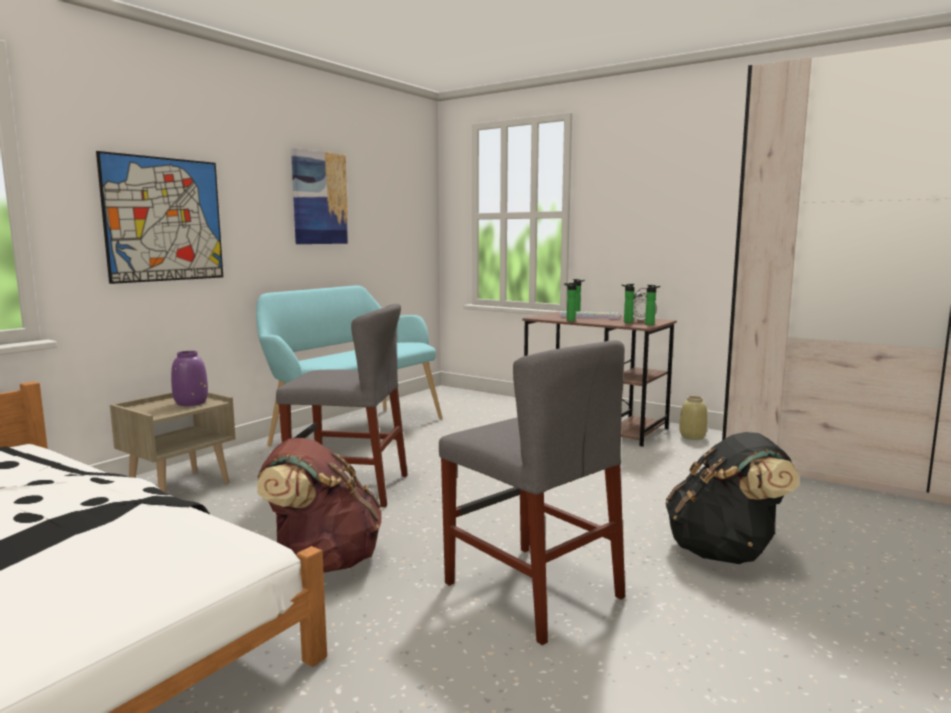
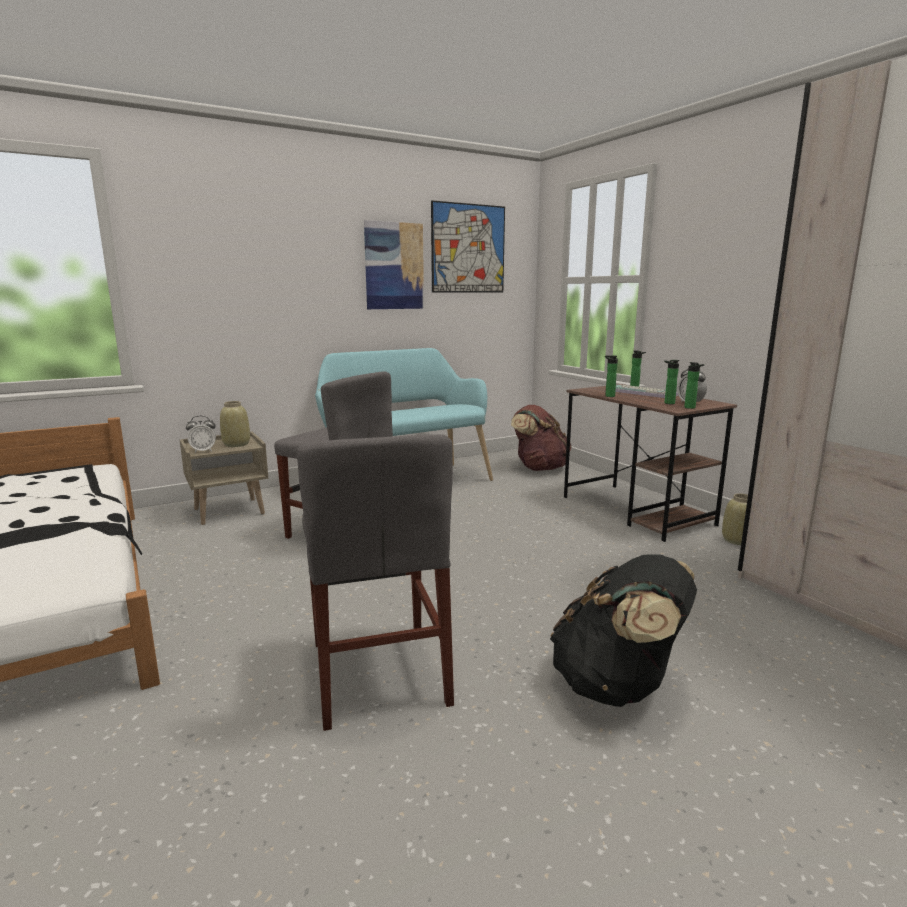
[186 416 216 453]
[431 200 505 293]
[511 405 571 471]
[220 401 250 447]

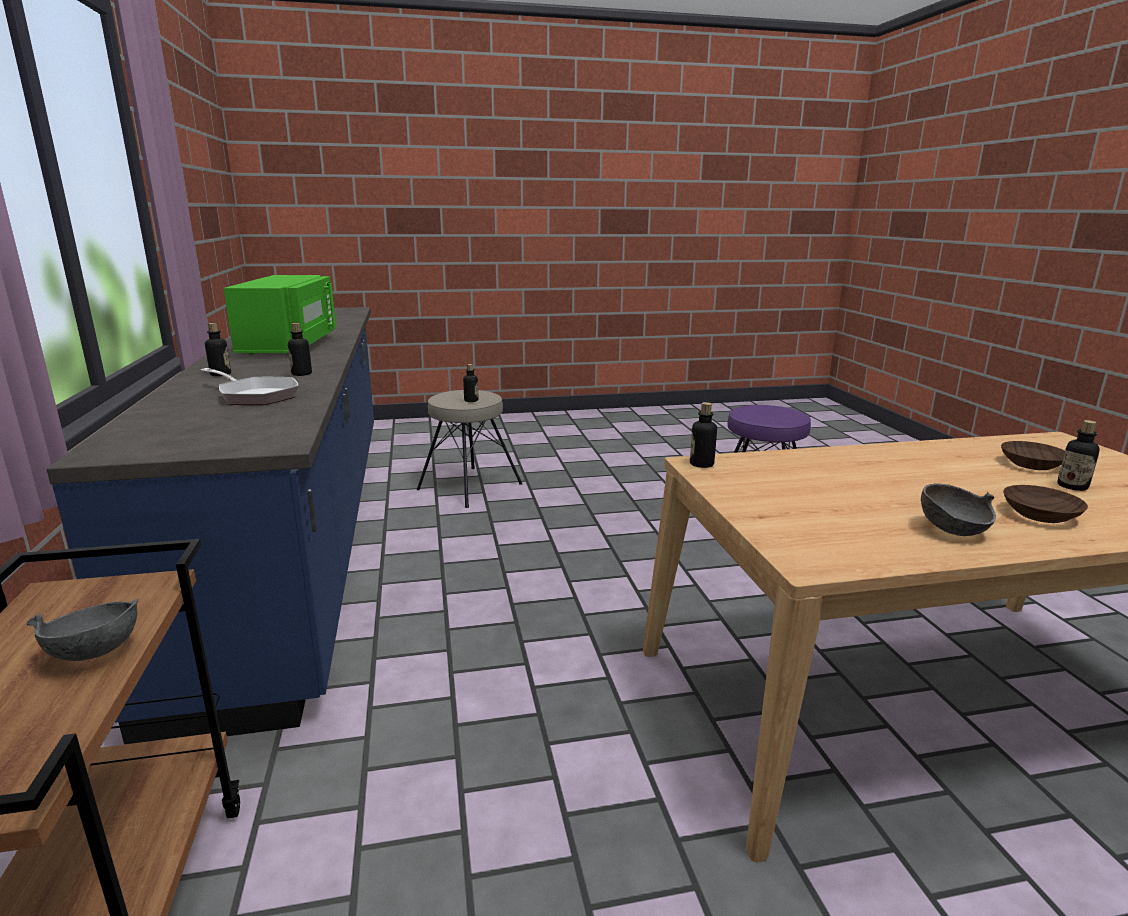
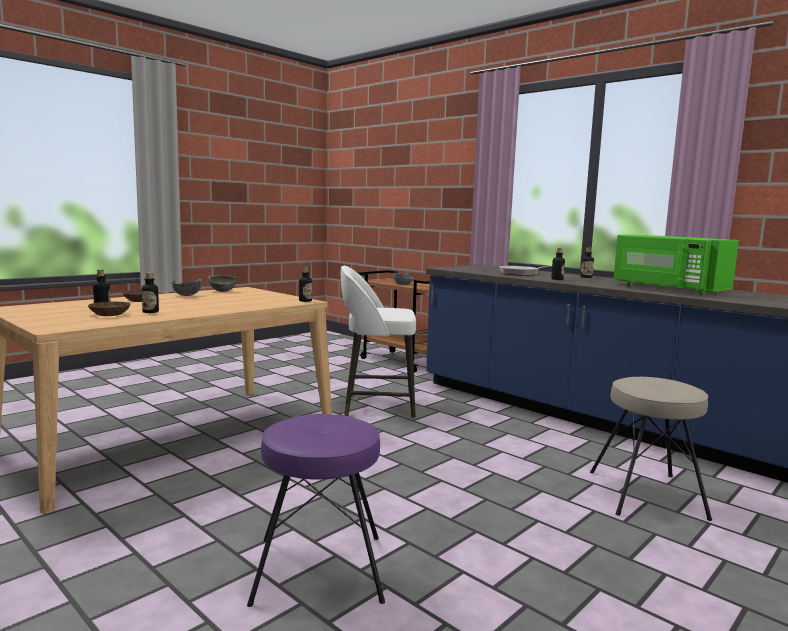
[208 275 238 292]
[341 266 416 418]
[141 272 159 313]

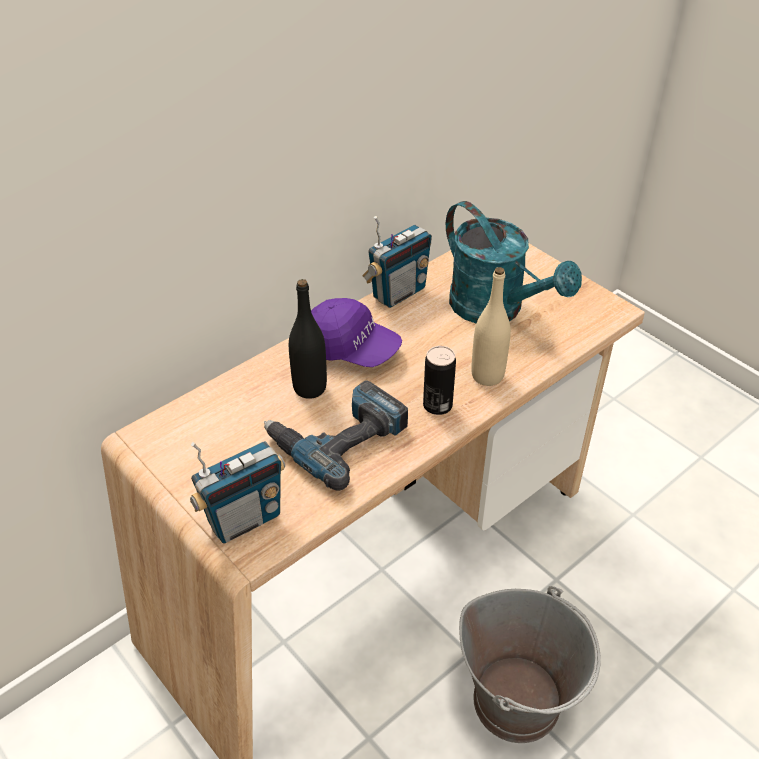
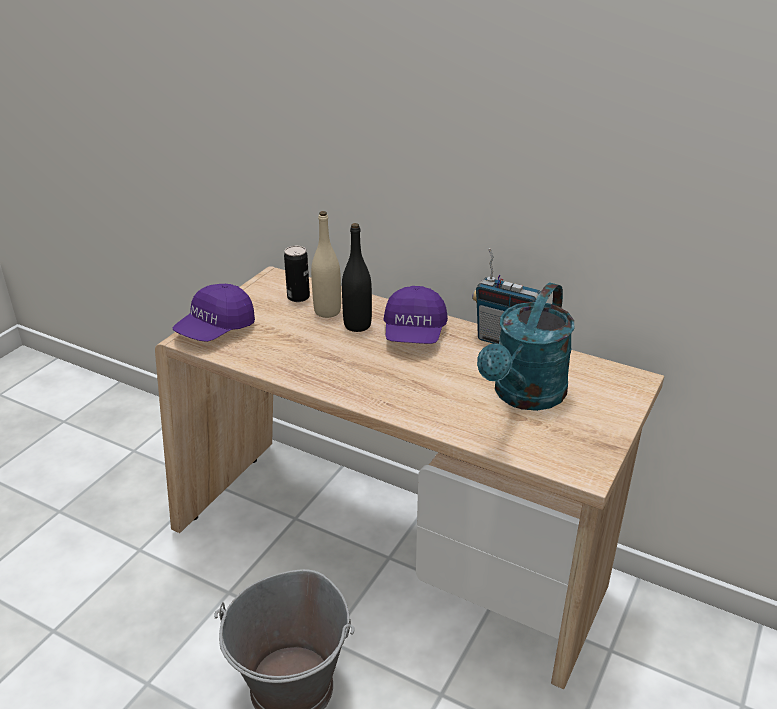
[264 380 408 491] (first image)
[284 246 310 302]
[311 211 341 318]
[172 284 255 342]

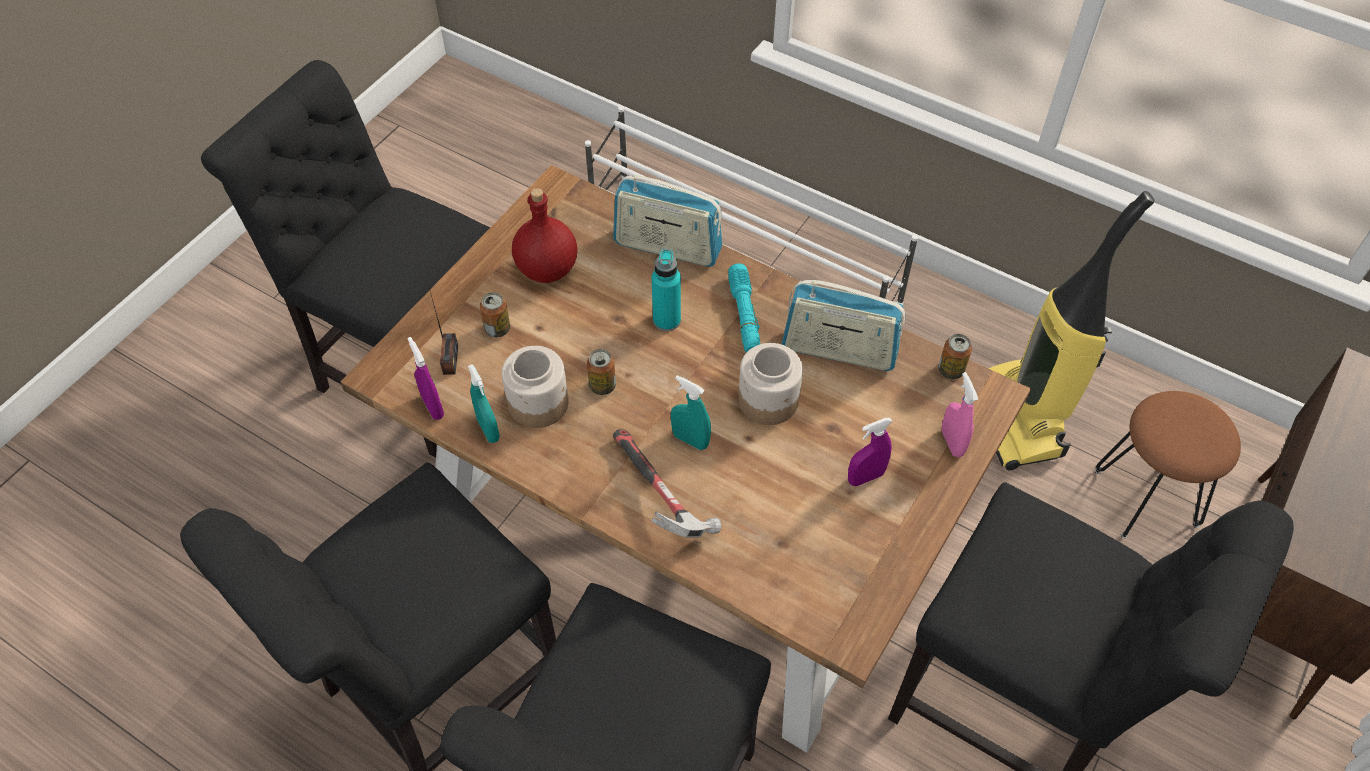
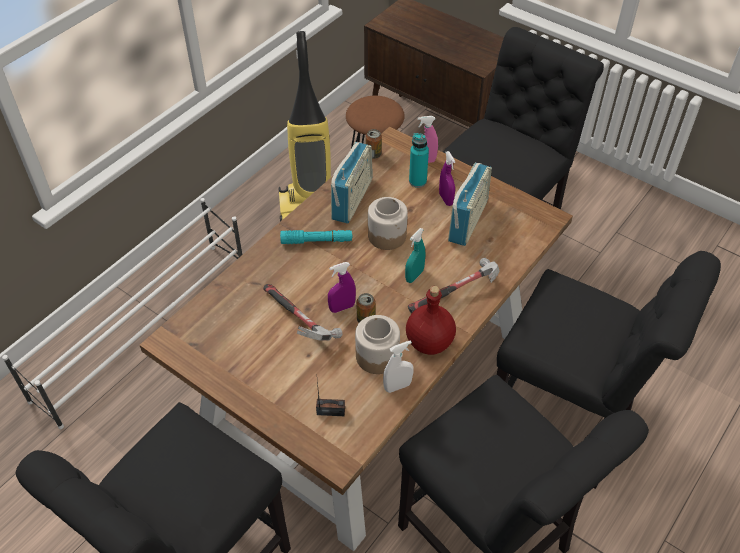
[480 292 510 337] (first image)
[263 284 342 341]
[328 262 356 313]
[406 286 456 355]
[448 163 492 246]
[409 133 429 188]
[383 340 413 393]

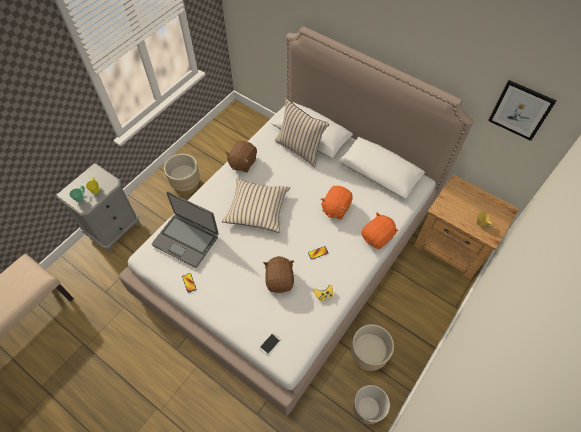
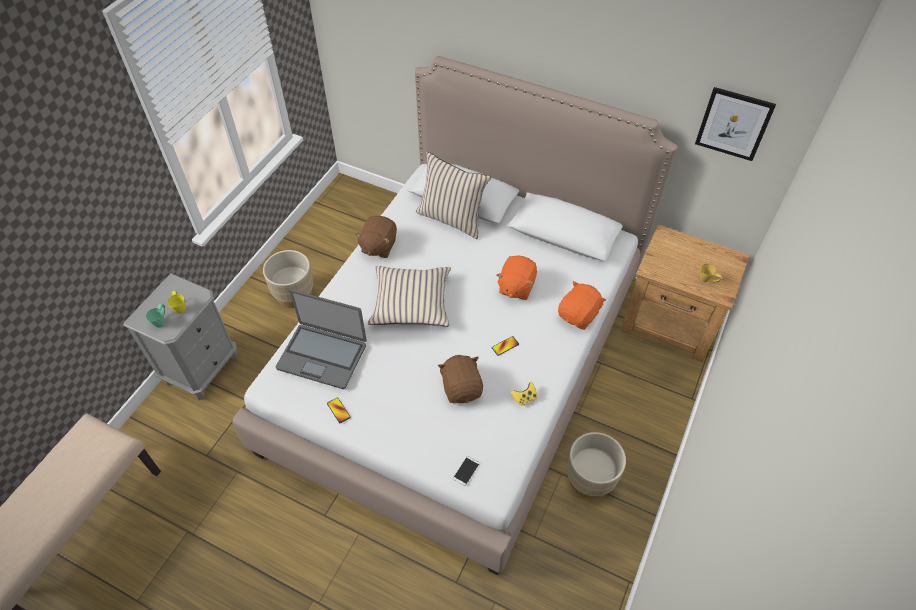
[353 385 390 425] (first image)

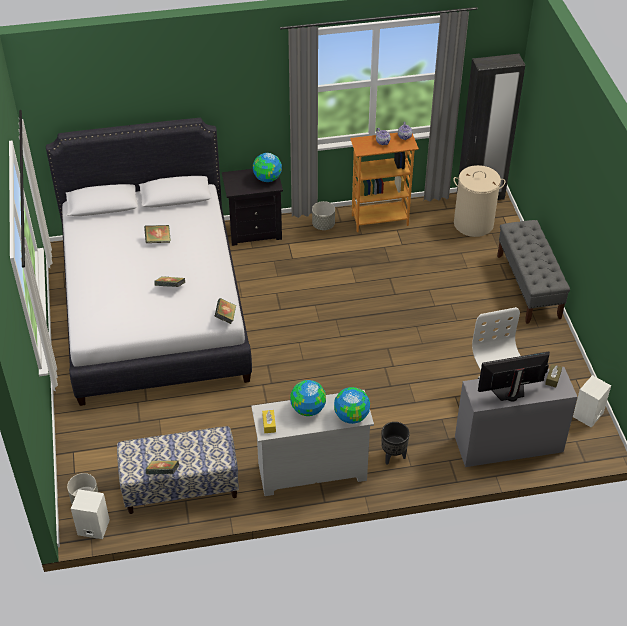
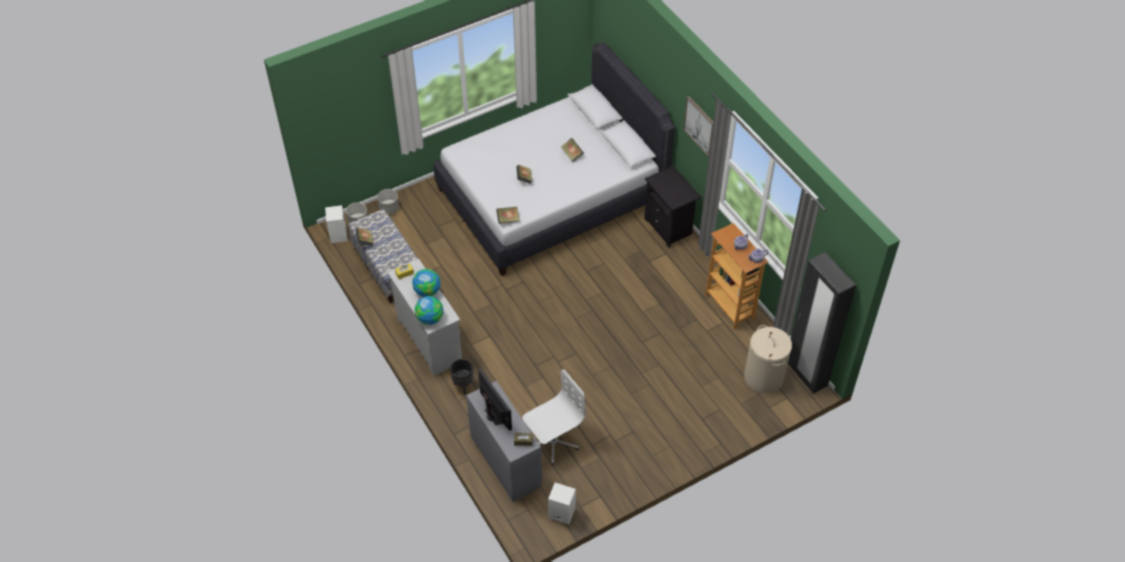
[253 153 282 182] (first image)
[497 220 570 324] (first image)
[683 96 713 157]
[377 189 399 215]

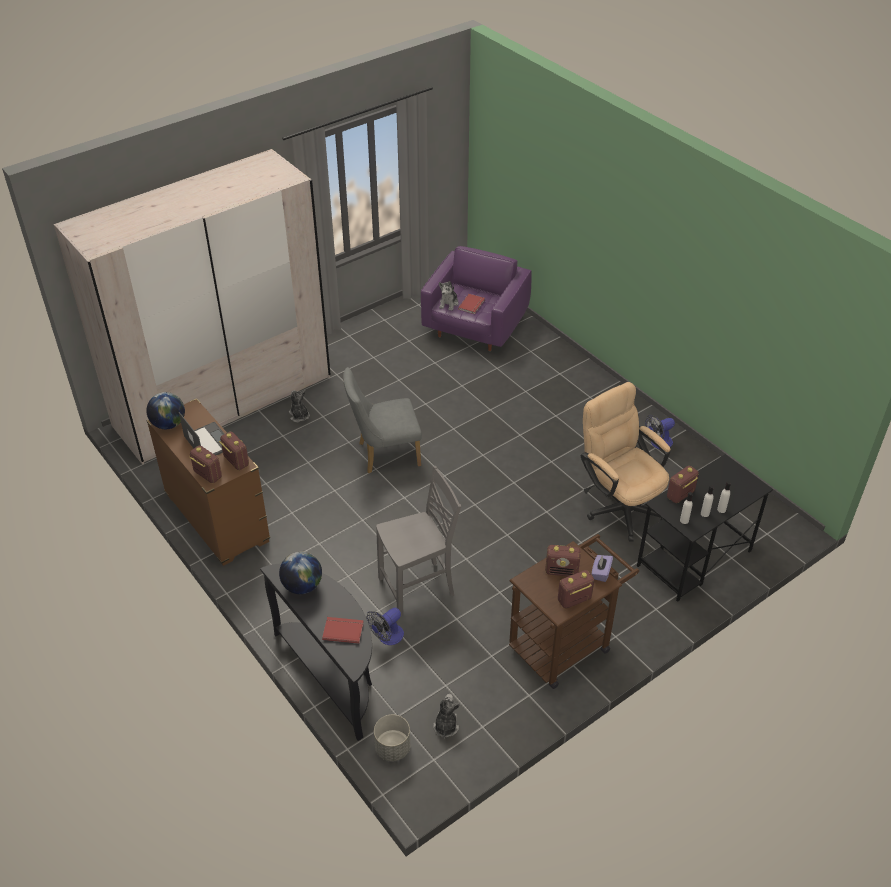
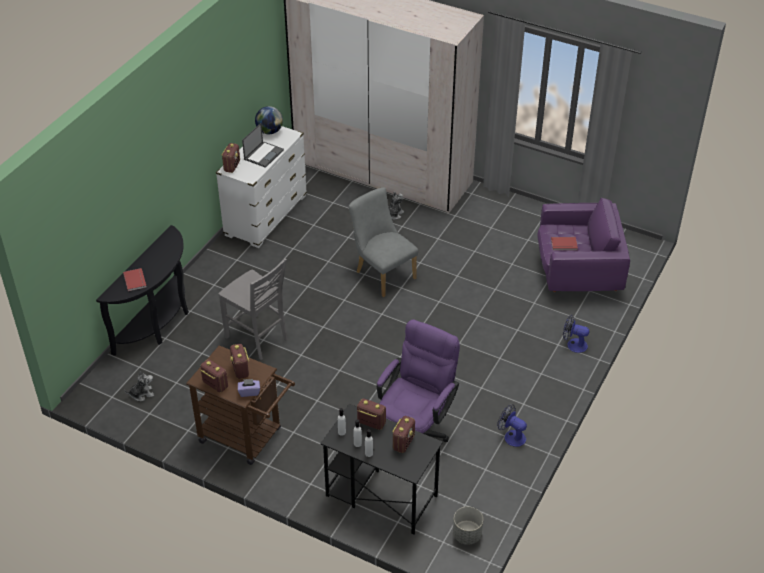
[279 551 322 594] (first image)
[439 281 458 311] (first image)
[392 416 415 453]
[563 315 589 353]
[453 507 483 545]
[216 126 307 248]
[377 319 460 442]

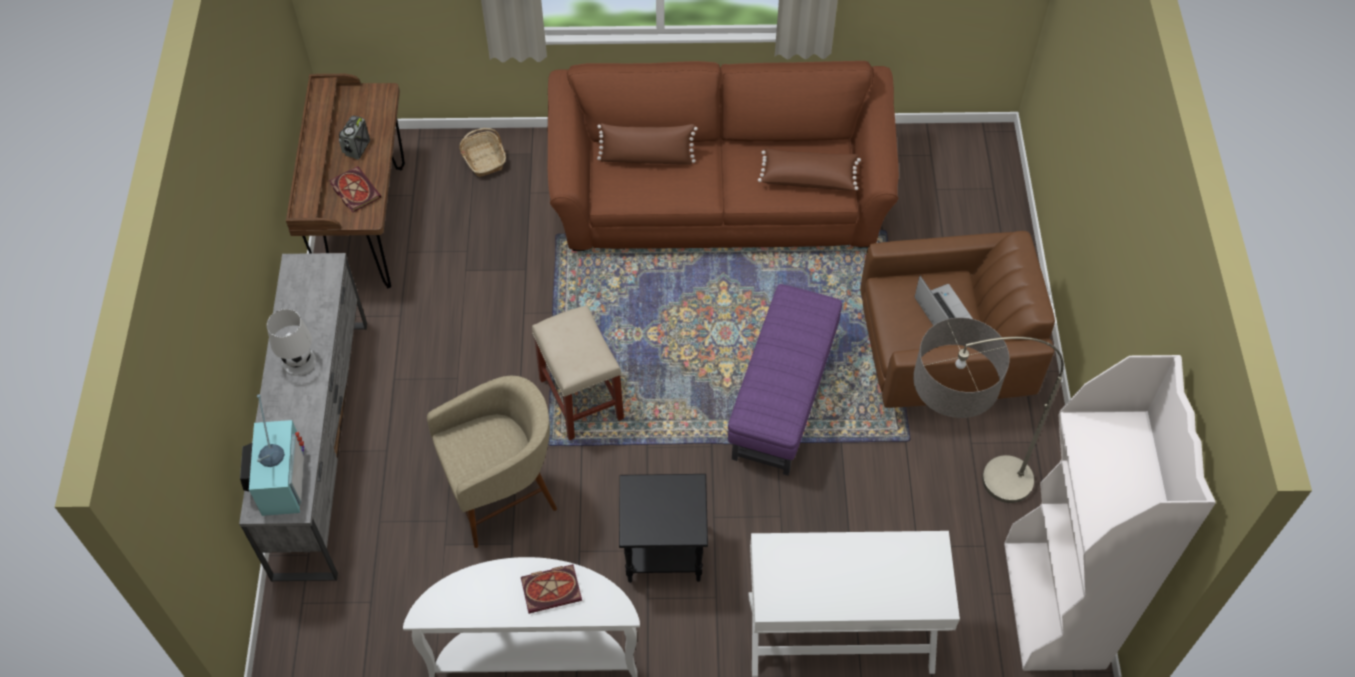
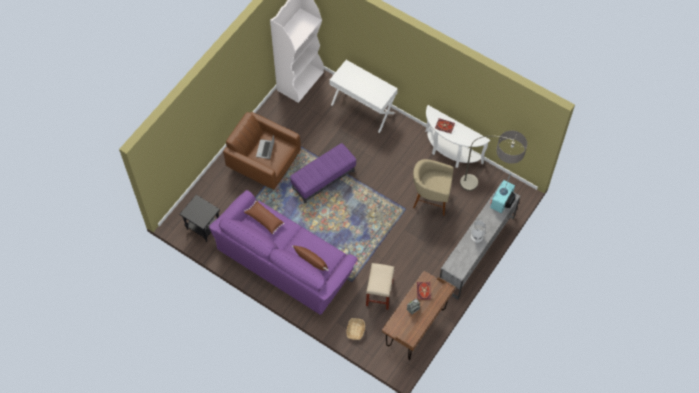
[366 263 394 310]
[179 195 220 242]
[460 131 527 191]
[209 190 358 315]

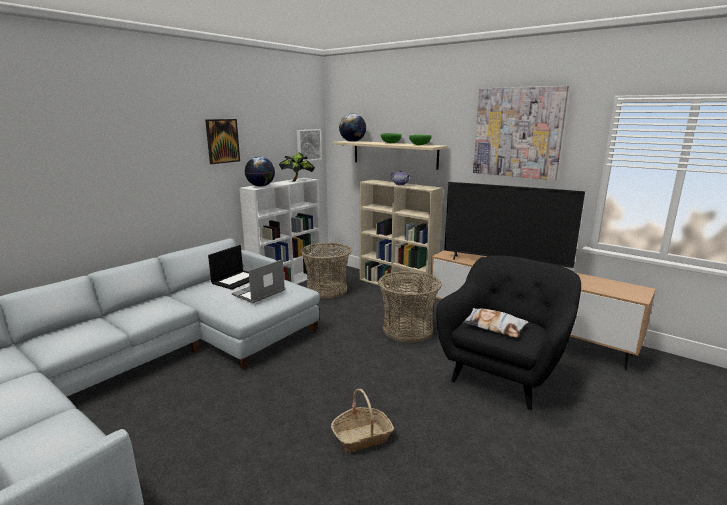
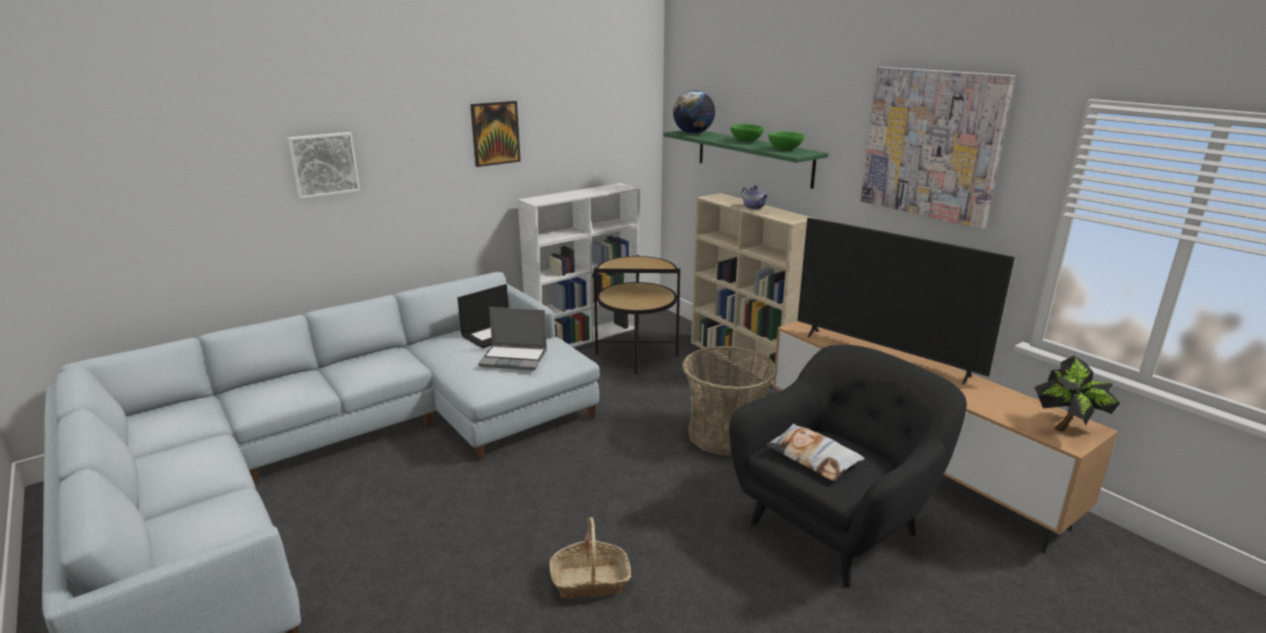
[245 157 275 187] (first image)
[1034 356 1120 432]
[288 132 360 199]
[594 255 680 374]
[663 130 828 189]
[478 307 547 370]

